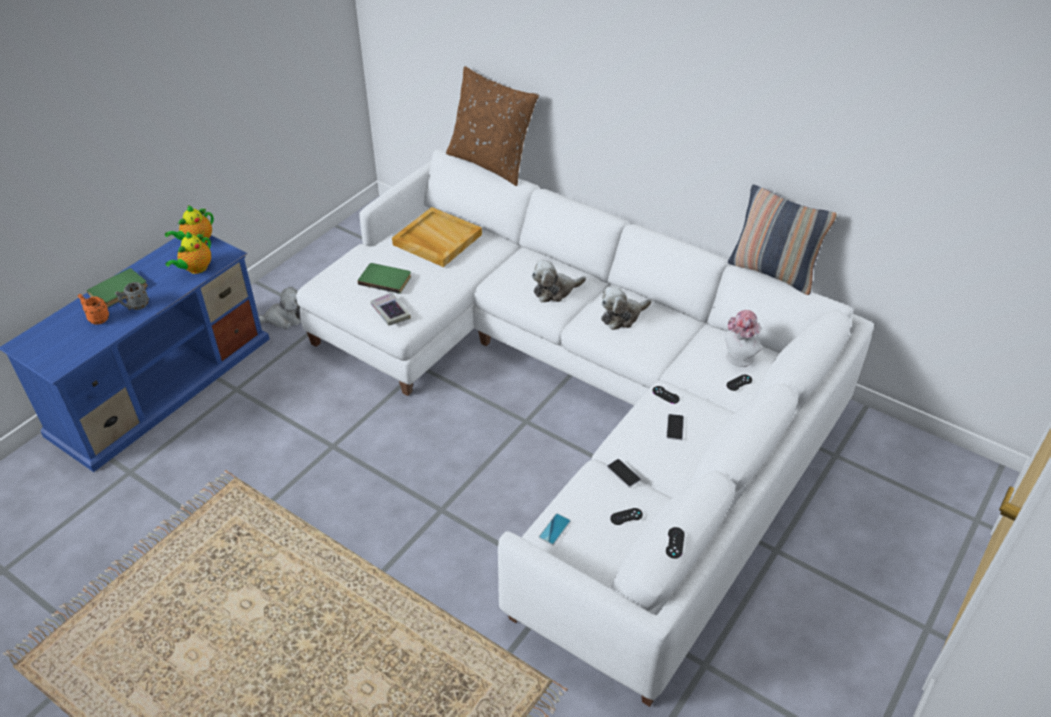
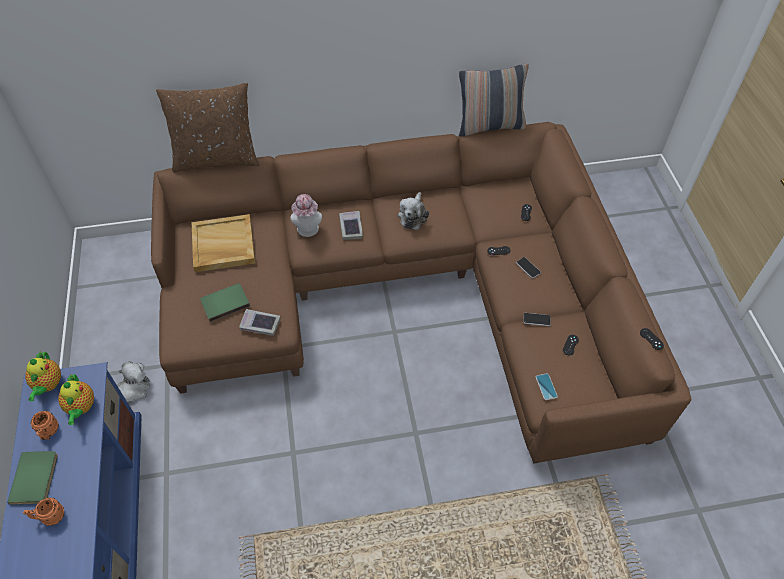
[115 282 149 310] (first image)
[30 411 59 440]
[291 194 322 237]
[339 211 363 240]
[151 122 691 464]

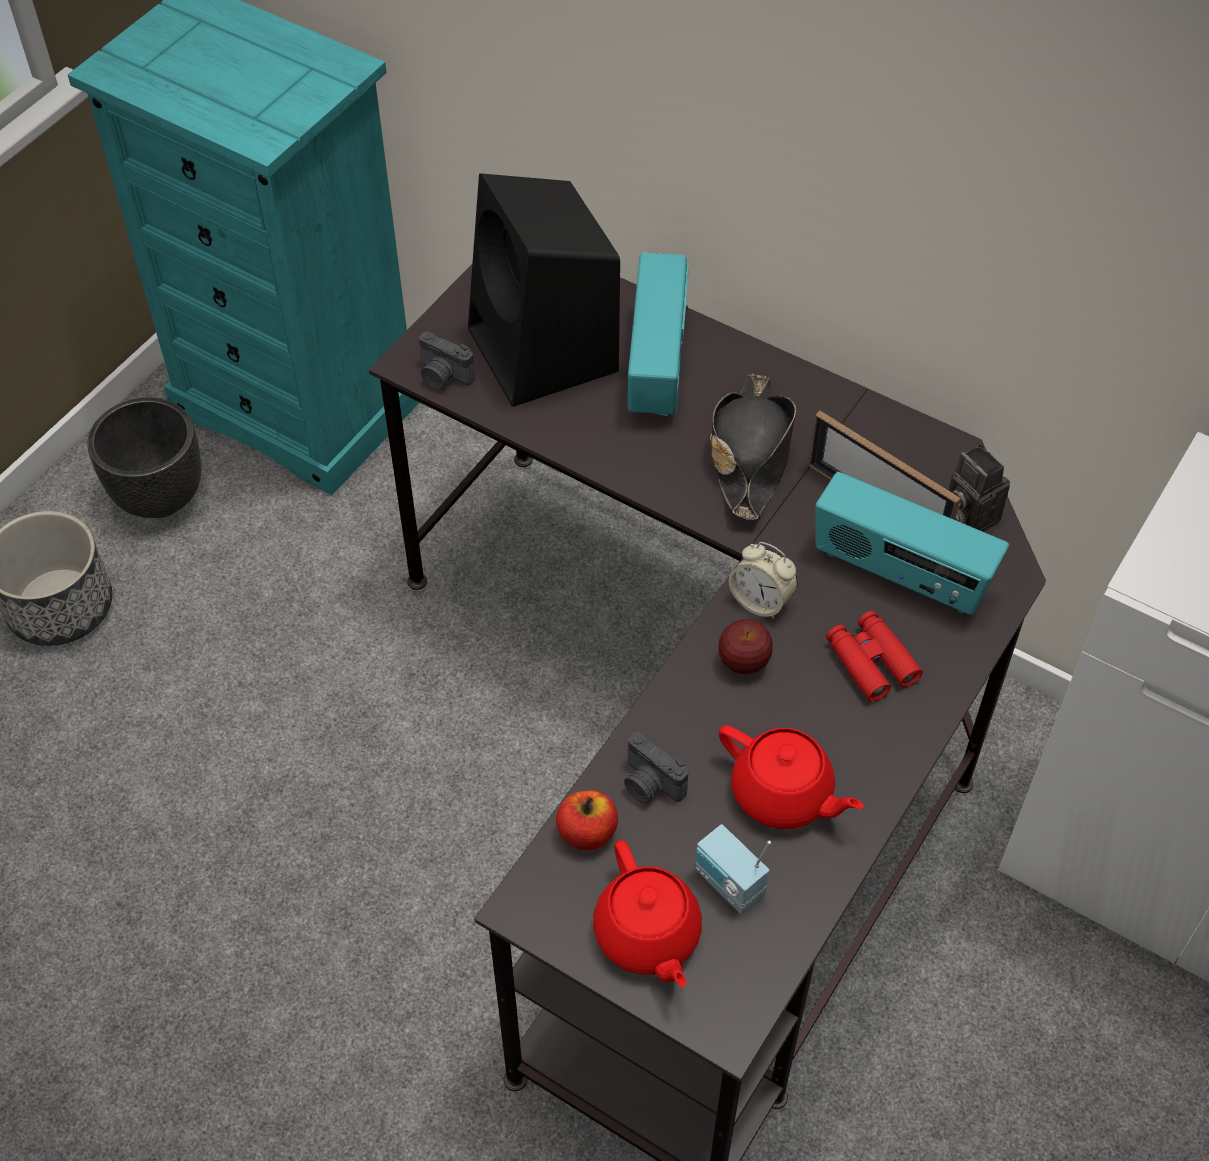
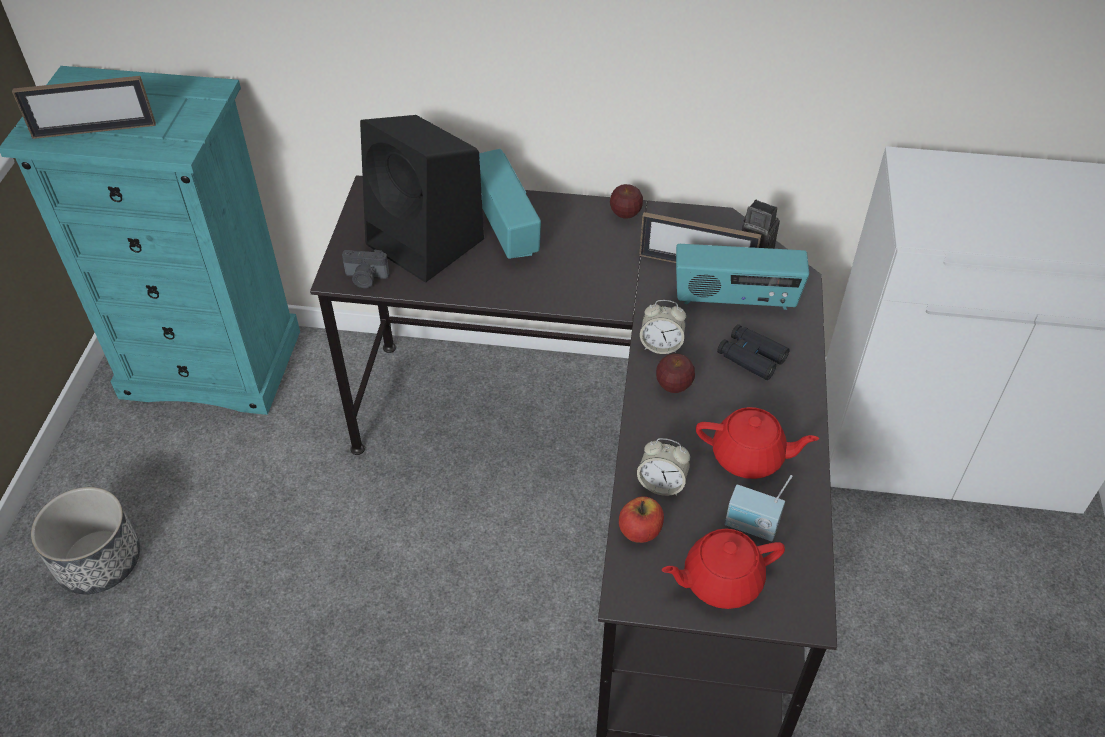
[87 397 201 518] (first image)
[710 374 796 520] (first image)
[12 76 156 139]
[610 184 643 219]
[637 438 690 496]
[717 324 789 380]
[662 529 785 609]

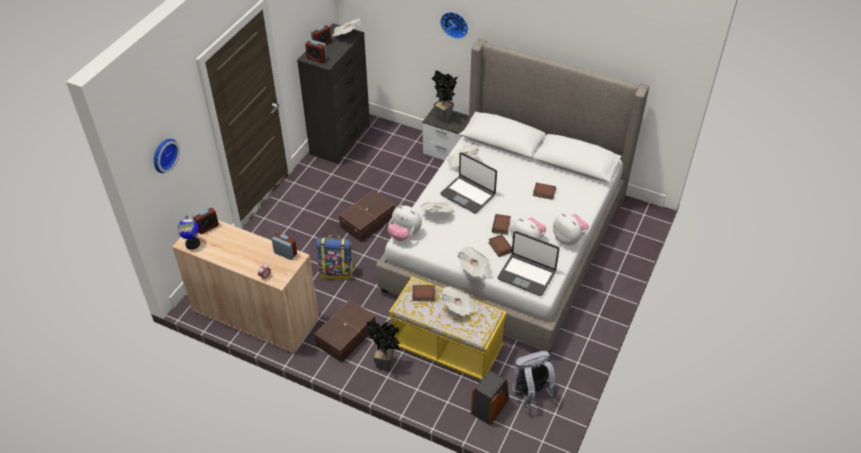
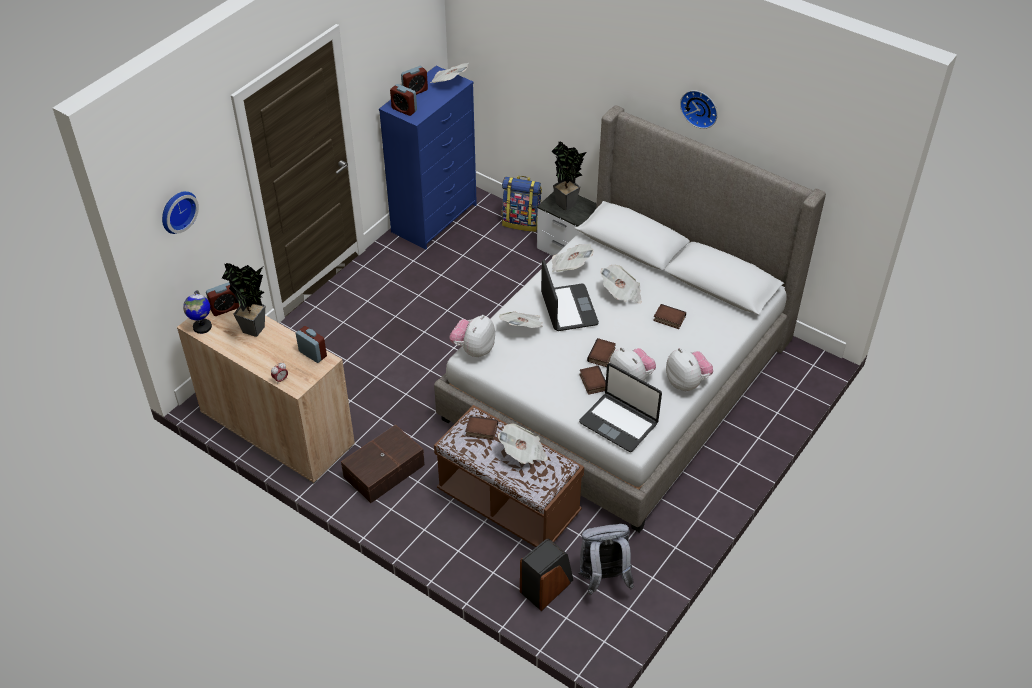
[339 190 395 242] (first image)
[502 176 542 232]
[222 263 265 337]
[680 90 718 129]
[601 265 642 303]
[379 66 477 249]
[434 405 584 547]
[449 315 495 357]
[541 260 599 331]

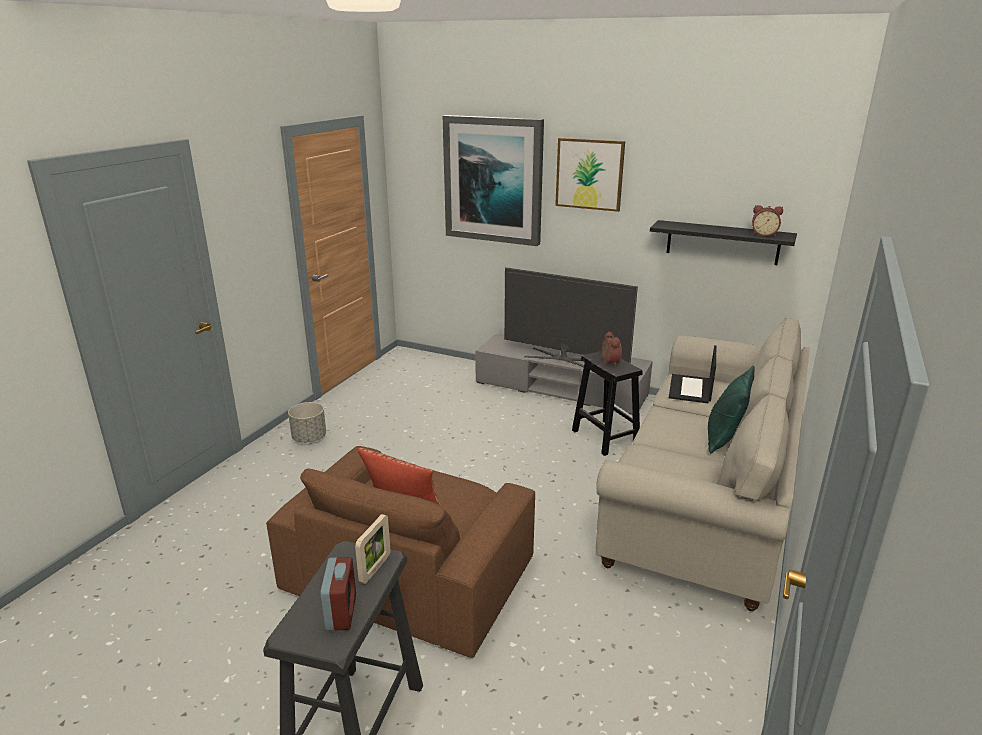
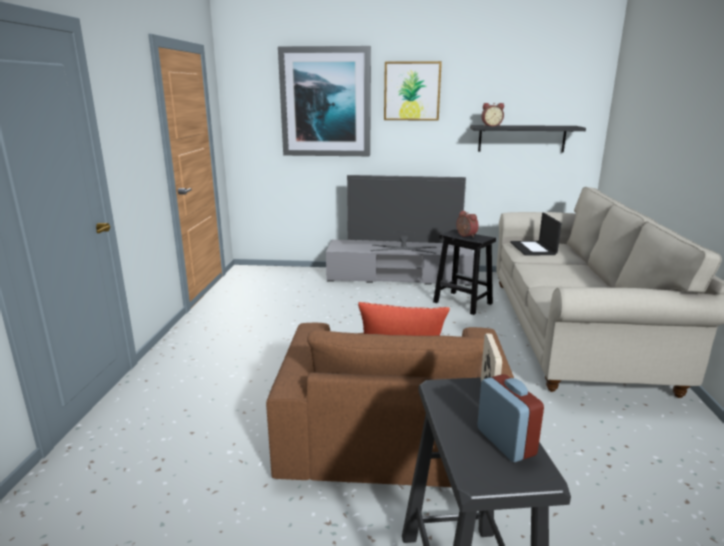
[288 402 326 443] (first image)
[708 366 755 453] (first image)
[481 103 504 127]

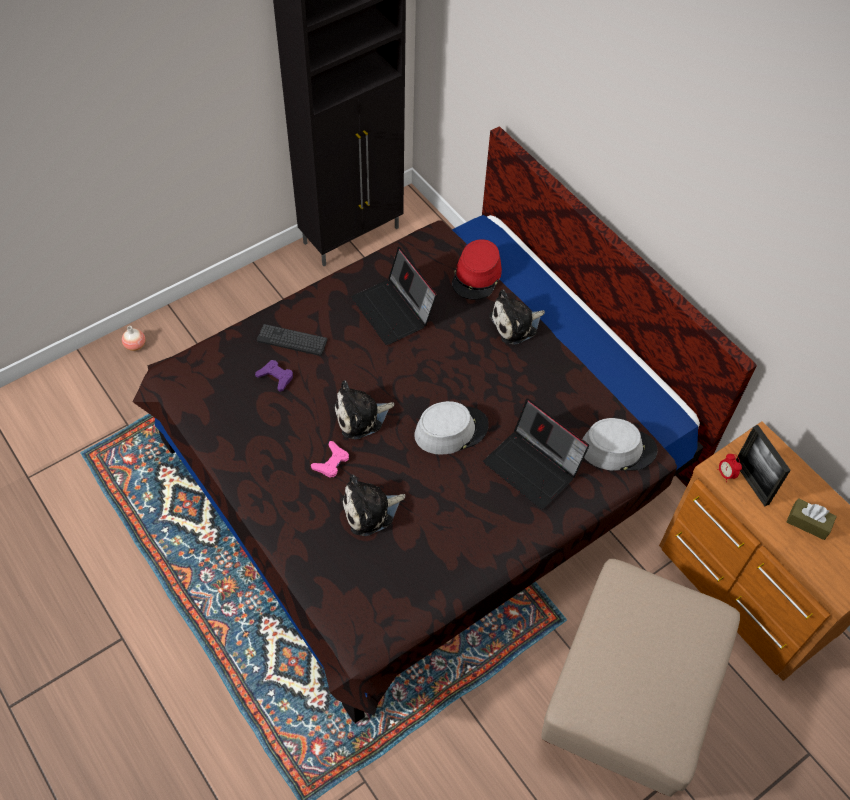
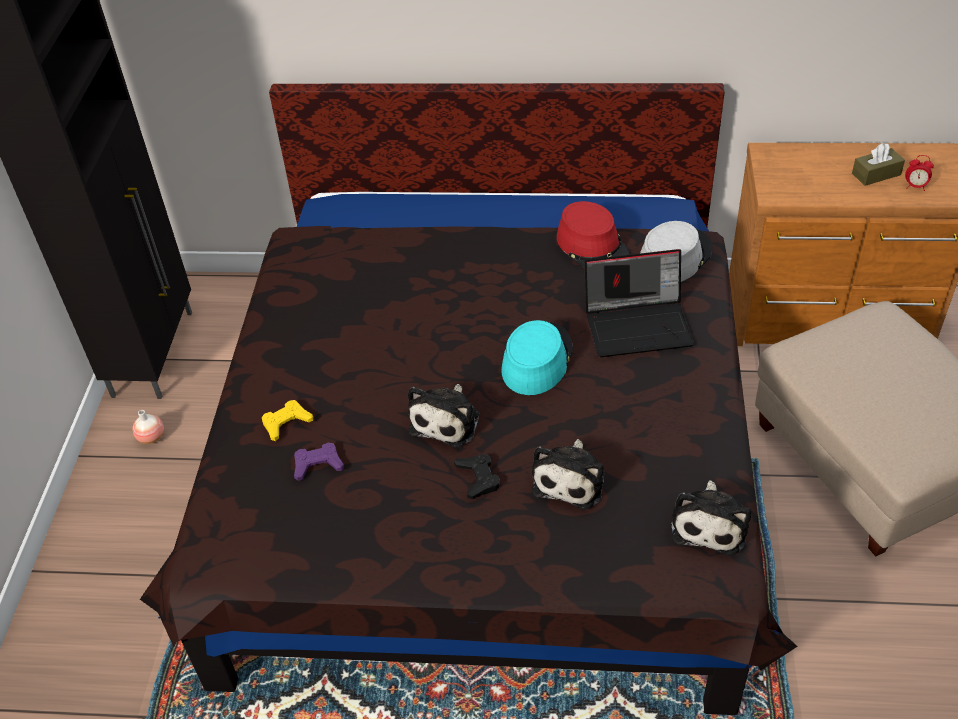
[351 247 437 345] (first image)
[736 425 791 507] (first image)
[133 410 164 444]
[557 201 629 268]
[672 480 751 556]
[905 155 934 191]
[262 400 313 441]
[454 454 500 499]
[501 320 573 395]

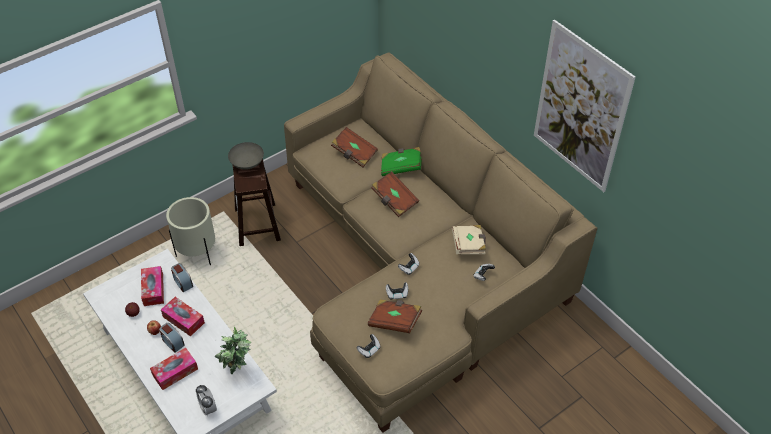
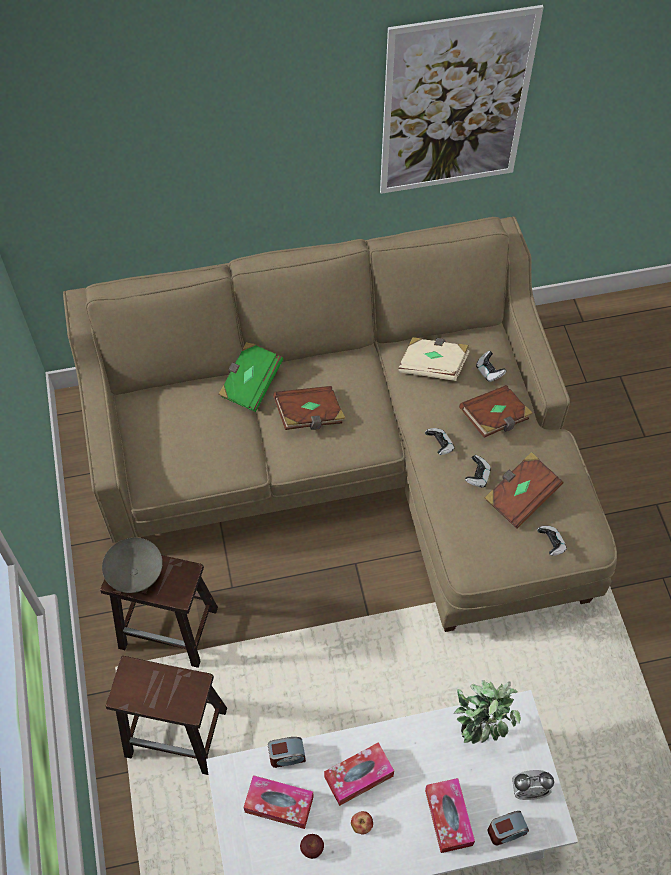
[488 811 529 845]
[459 385 533 438]
[106 656 227 775]

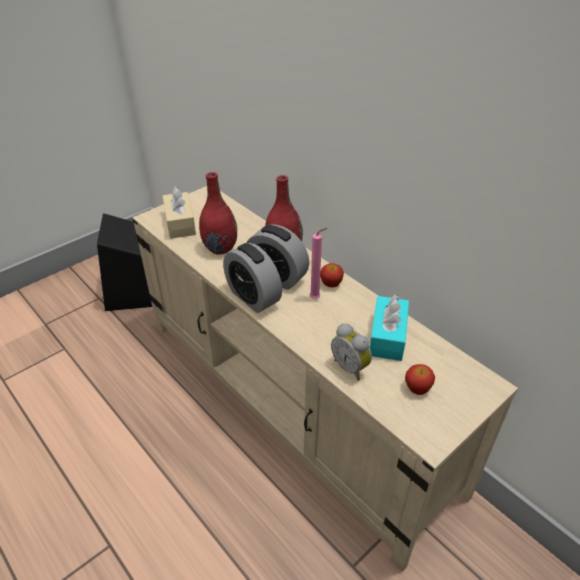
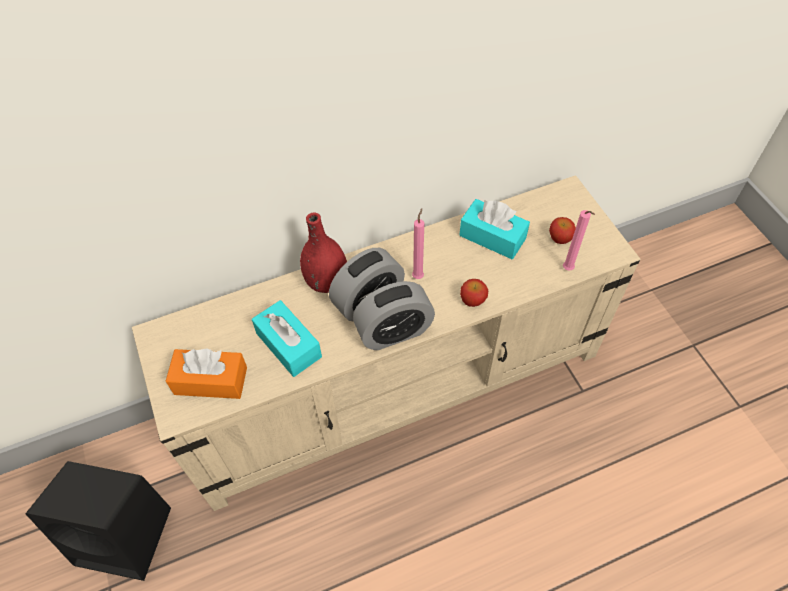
[331 323 372 381] (first image)
[563 210 595 271]
[460 279 488 307]
[252 300 322 377]
[166 348 247 399]

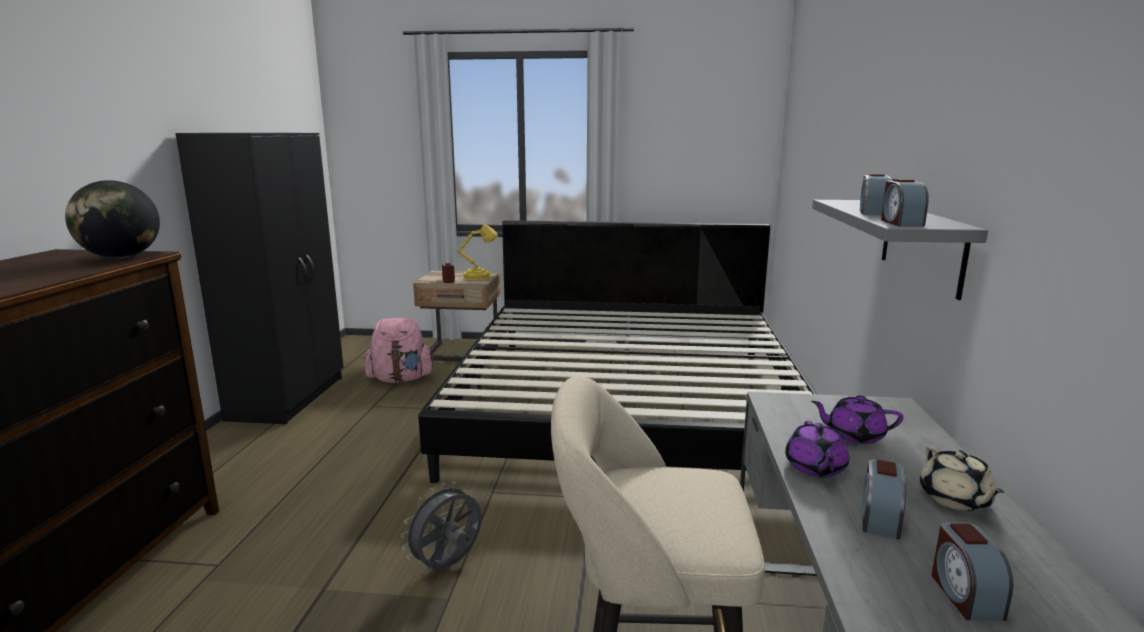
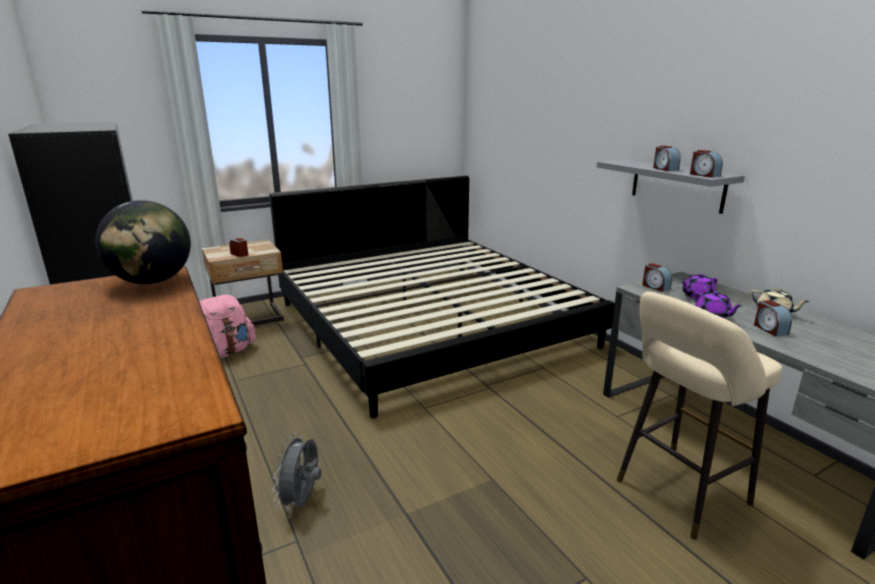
[457 225 498 280] (first image)
[273 433 321 509]
[642 263 672 292]

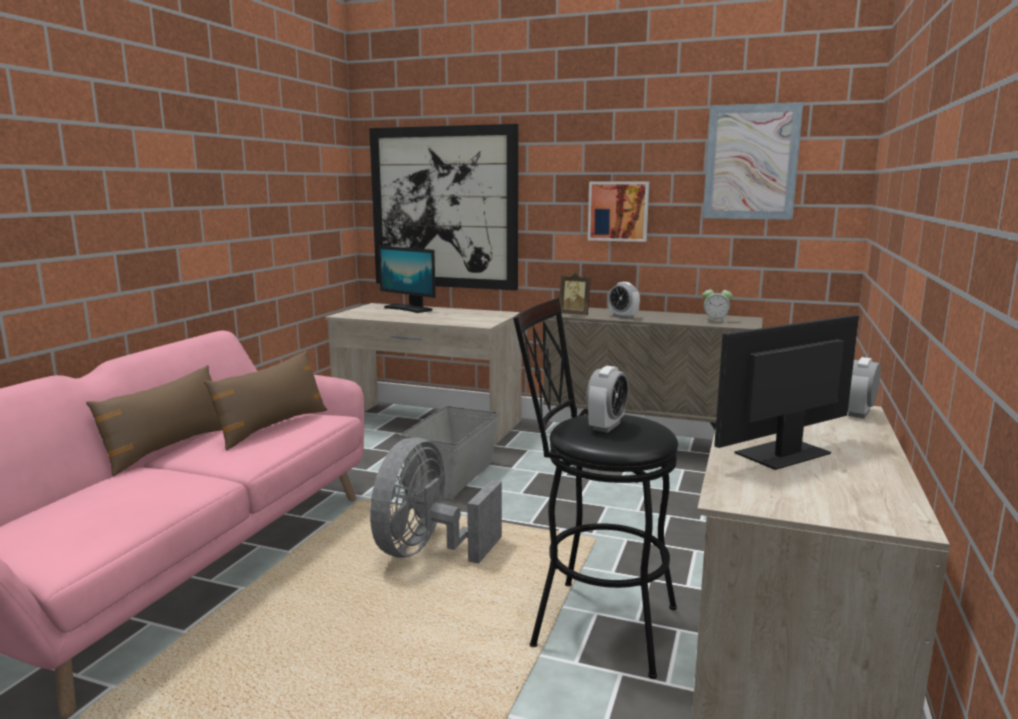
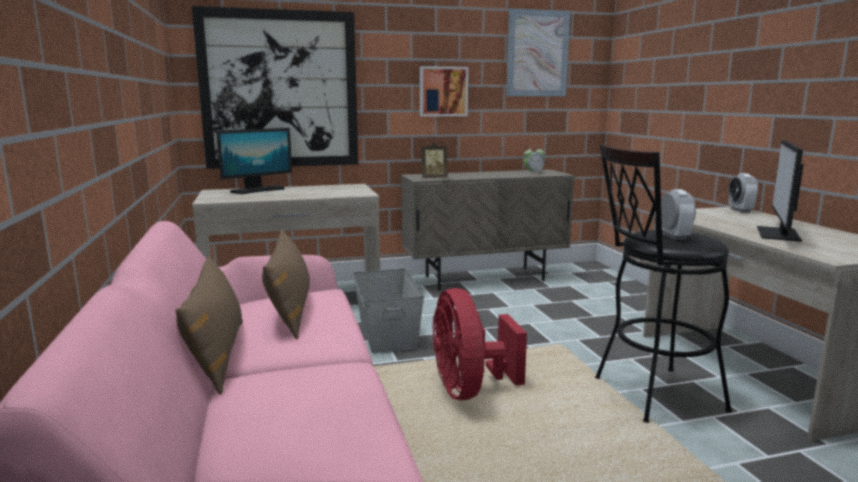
[608 282 640 319] (first image)
[433 288 527 400]
[216 128 292 194]

